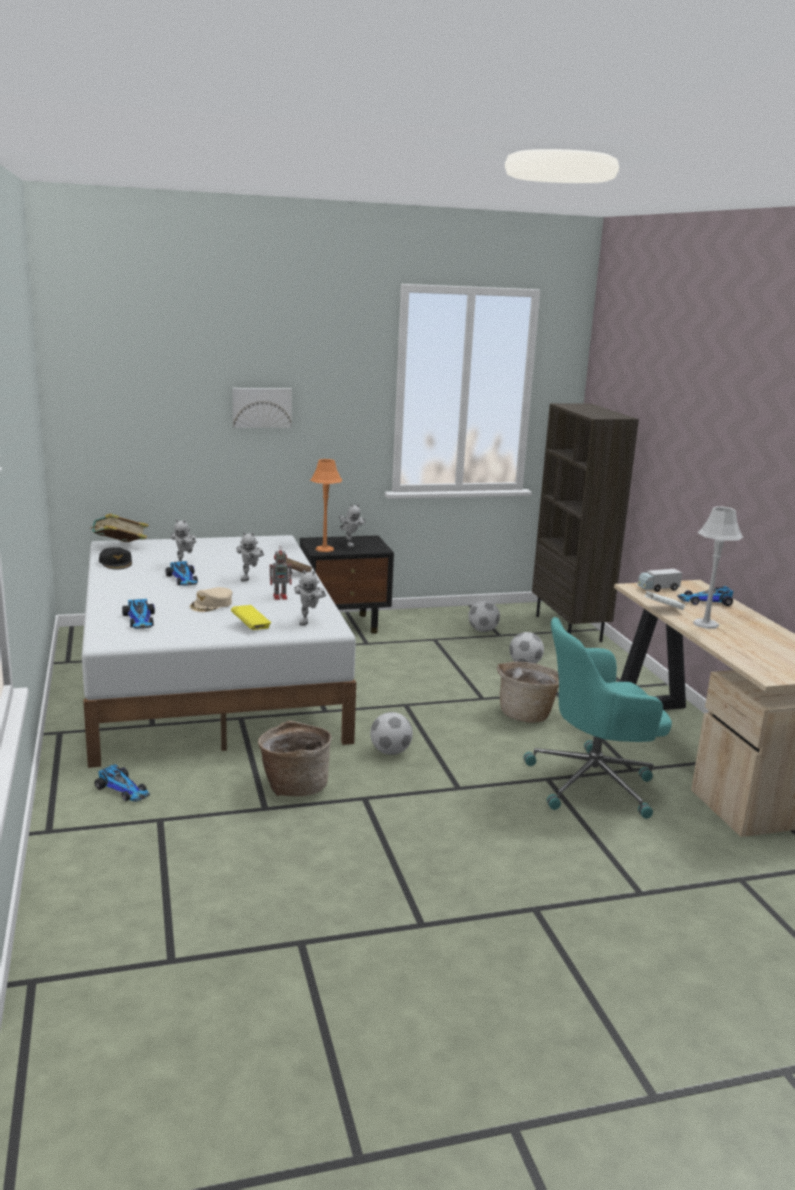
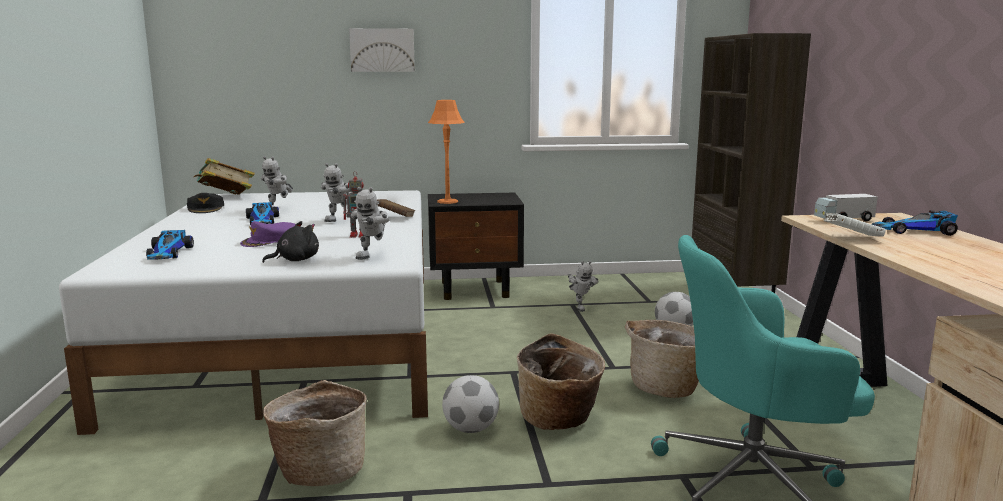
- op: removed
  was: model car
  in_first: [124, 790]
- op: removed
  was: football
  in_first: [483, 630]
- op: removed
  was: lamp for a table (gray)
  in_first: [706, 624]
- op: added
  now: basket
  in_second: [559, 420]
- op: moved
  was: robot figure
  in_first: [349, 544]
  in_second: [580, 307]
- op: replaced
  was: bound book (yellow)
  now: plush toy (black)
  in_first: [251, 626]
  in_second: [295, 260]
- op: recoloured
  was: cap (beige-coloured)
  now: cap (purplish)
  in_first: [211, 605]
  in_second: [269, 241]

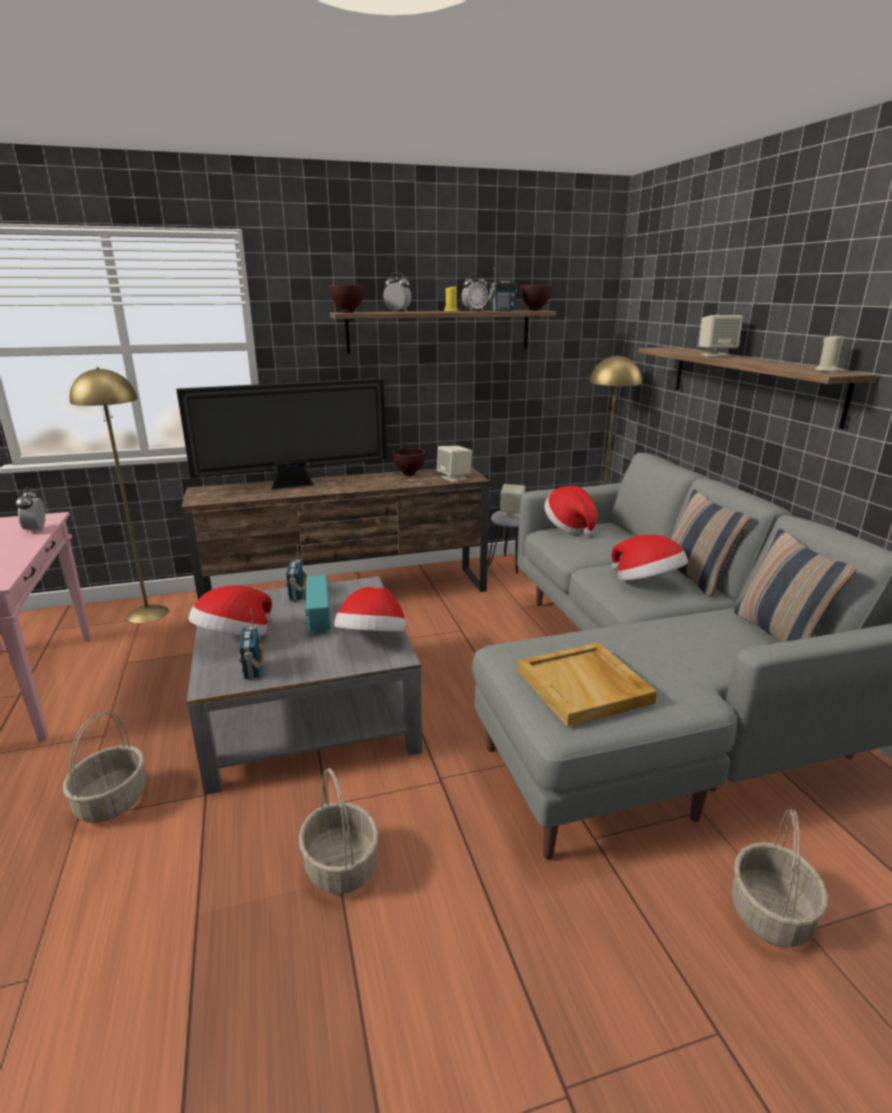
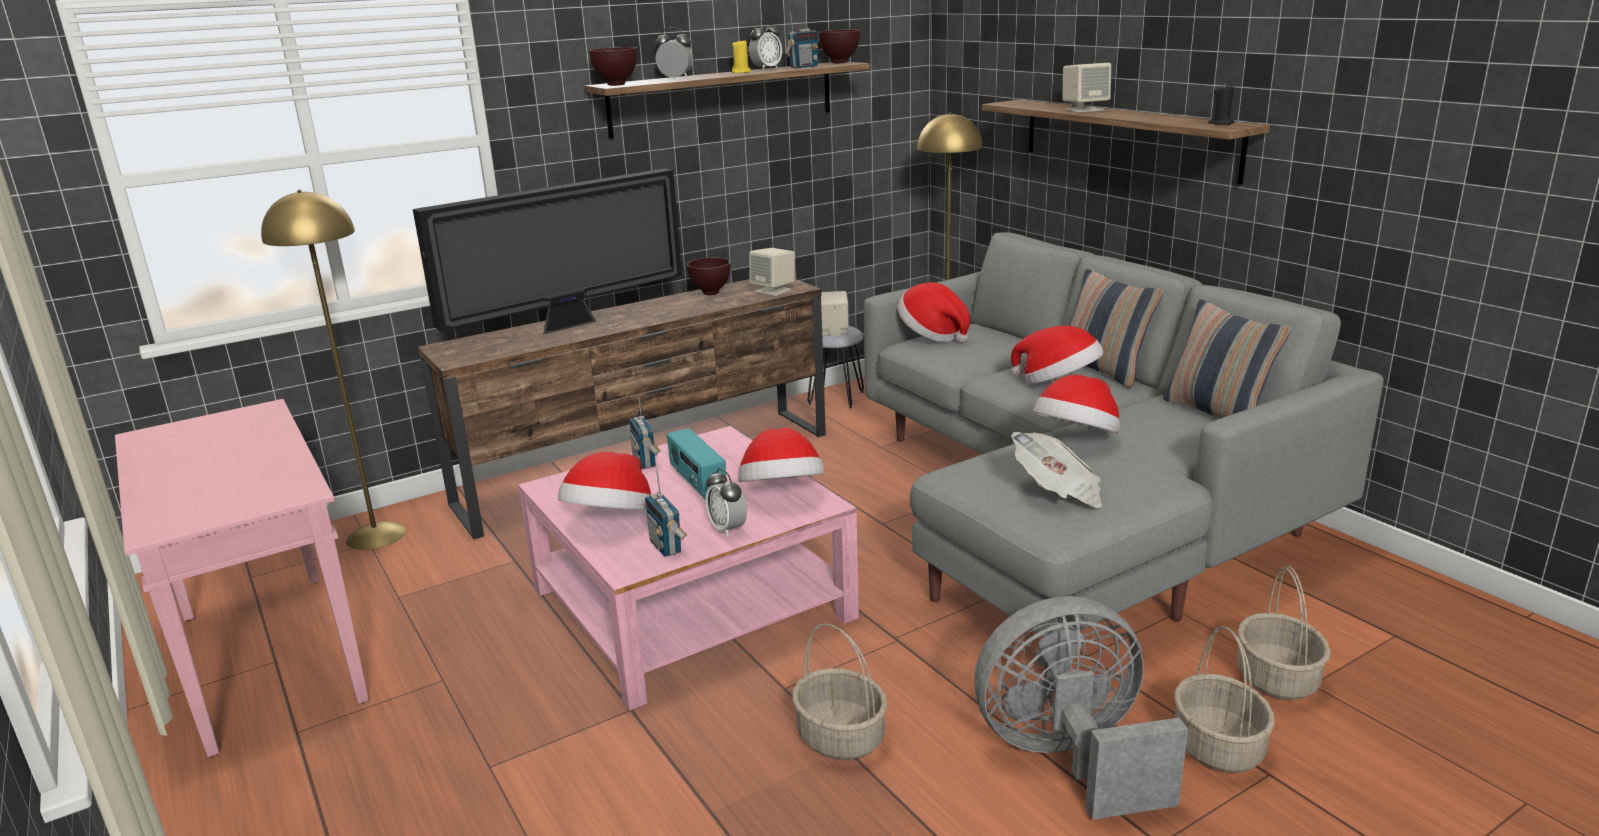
- op: added
  now: electric fan (gray)
  in_second: [1069, 759]
- op: added
  now: hat
  in_second: [1076, 439]
- op: moved
  was: bedside clock
  in_first: [36, 530]
  in_second: [727, 529]
- op: moved
  was: basket
  in_first: [112, 800]
  in_second: [1216, 746]
- op: replaced
  was: carrying tray (beige-coloured)
  now: printed paper
  in_first: [585, 687]
  in_second: [1058, 492]
- op: recoloured
  was: low table (gray)
  now: low table (pink-coloured)
  in_first: [308, 710]
  in_second: [691, 602]
- op: recoloured
  was: wax light (beige-coloured)
  now: wax light (black)
  in_first: [827, 370]
  in_second: [1221, 123]

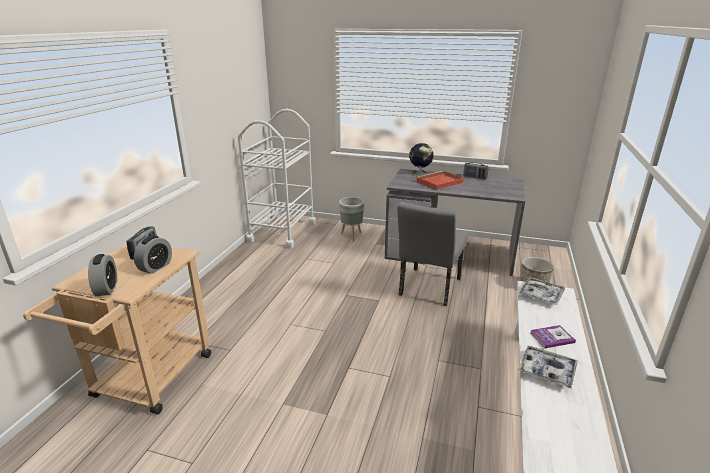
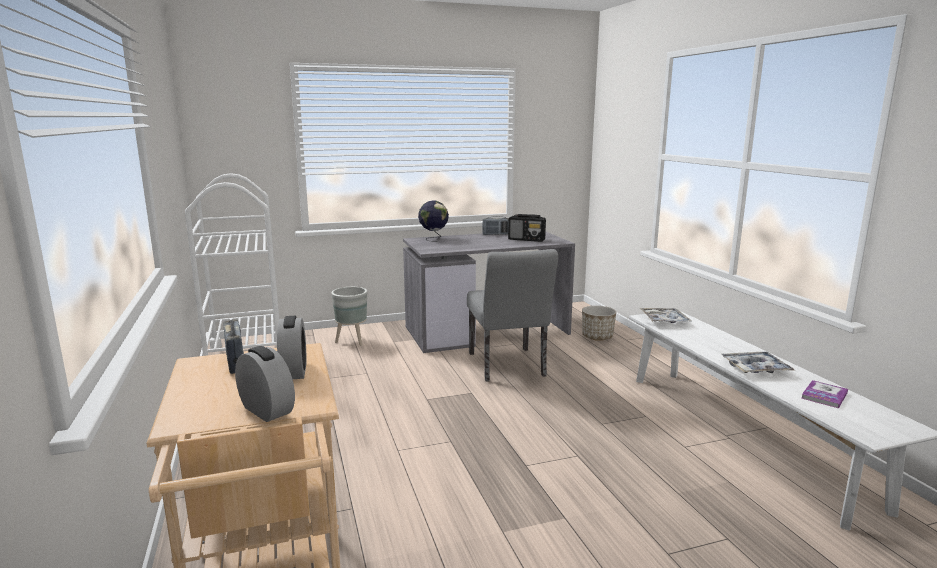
- op: removed
  was: carrying tray (reddish)
  in_first: [439, 182]
- op: added
  now: radio set
  in_second: [527, 240]
- op: moved
  was: bound book
  in_first: [552, 337]
  in_second: [824, 395]

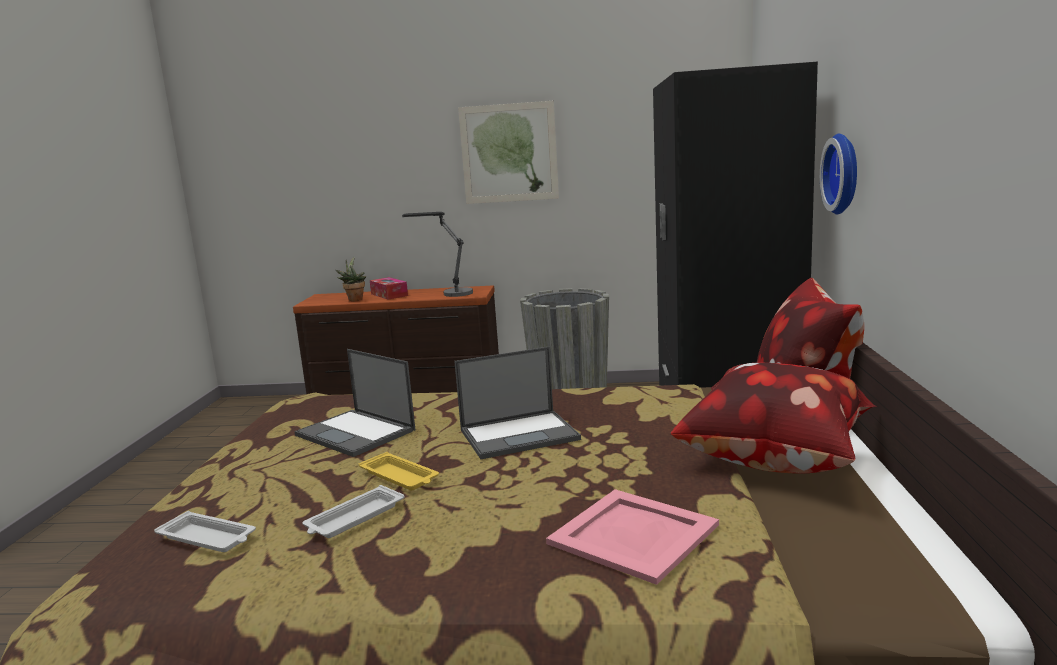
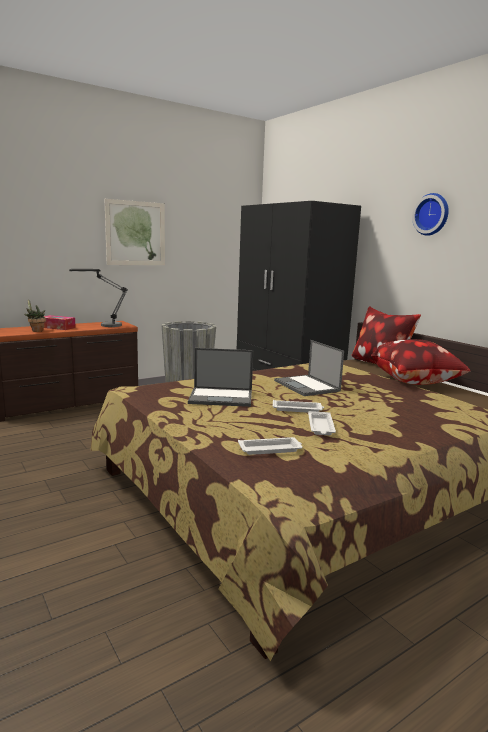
- op: removed
  was: carrying tray (pink-coloured)
  in_first: [633, 535]
- op: moved
  was: wall clock
  in_first: [845, 173]
  in_second: [432, 214]
- op: recoloured
  was: carrying tray (yellow)
  now: carrying tray (white-coloured)
  in_first: [400, 477]
  in_second: [298, 409]
- op: turned
  was: portable computer
  in_first: [520, 434]
  in_second: [307, 386]
  clockwise: 120

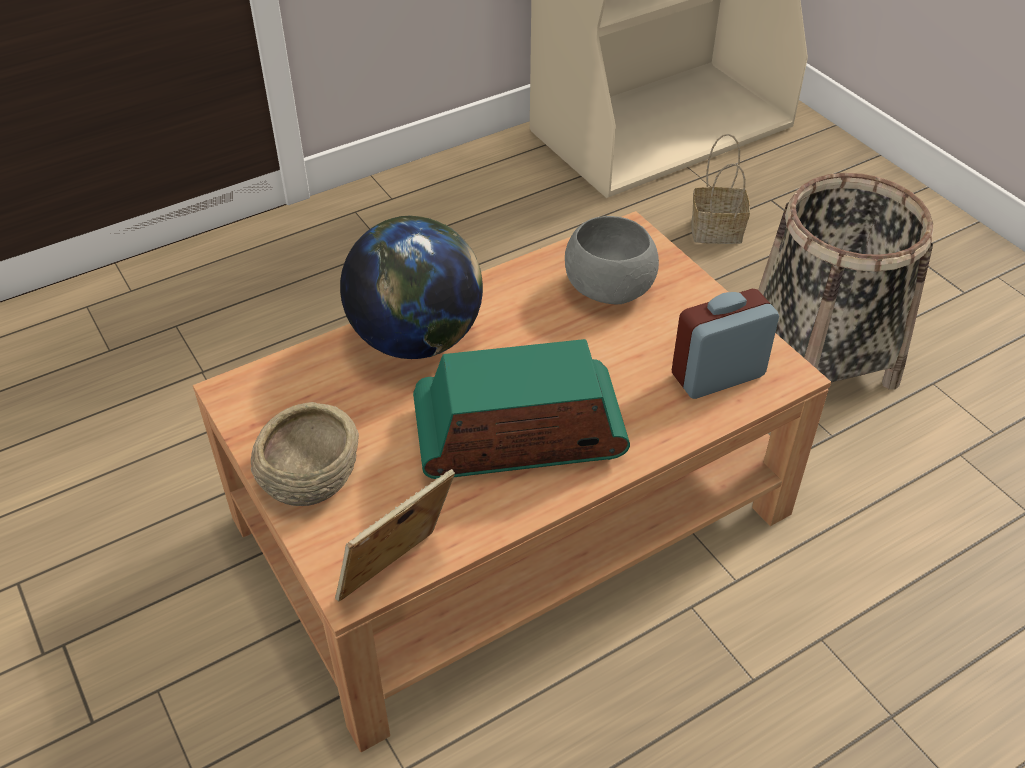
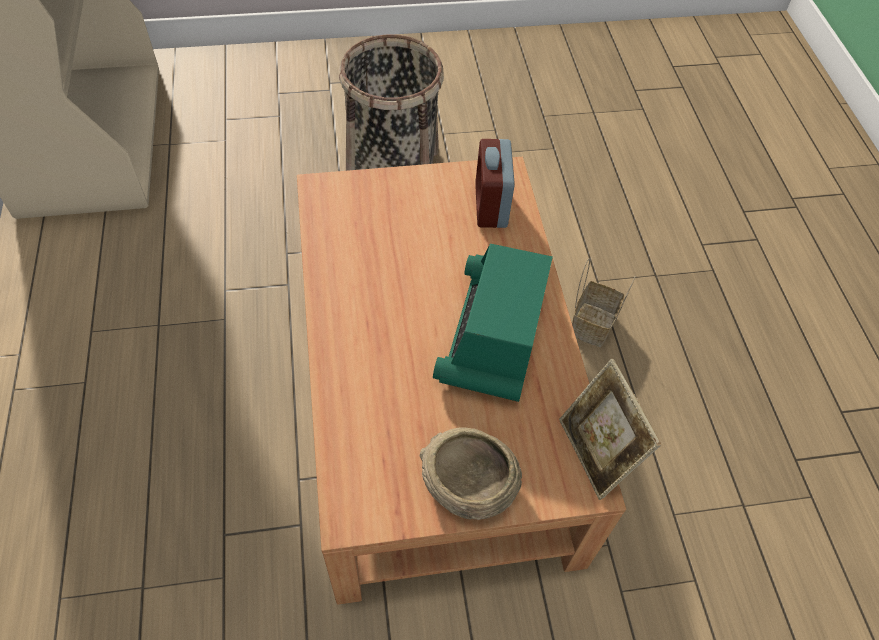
- op: removed
  was: globe
  in_first: [417, 340]
- op: removed
  was: deep dish (gray)
  in_first: [610, 289]
- op: moved
  was: basket
  in_first: [718, 230]
  in_second: [591, 323]

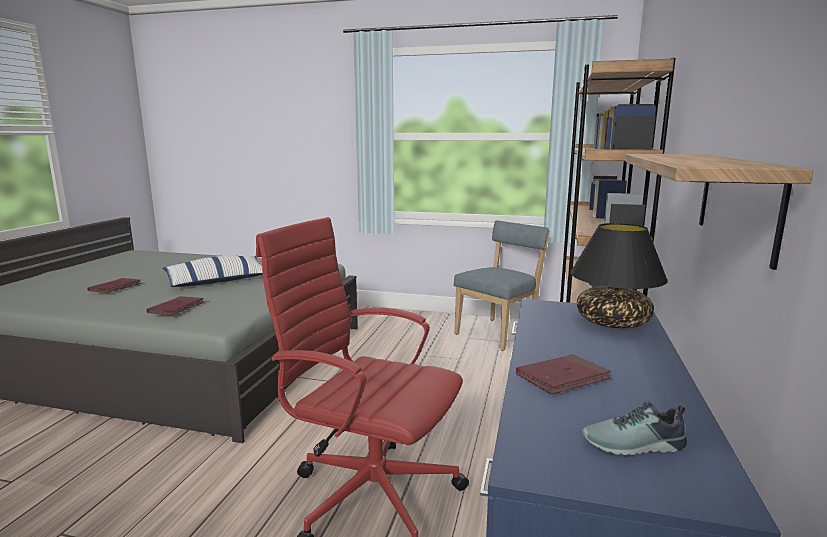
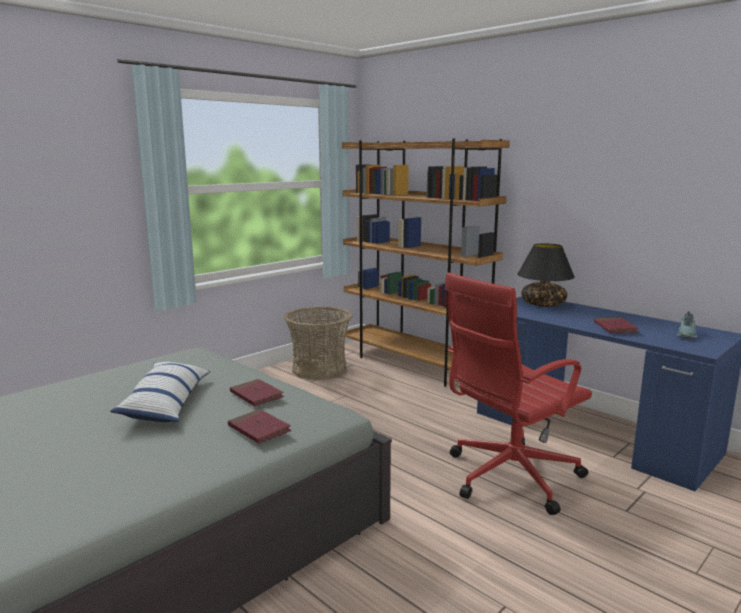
- op: removed
  was: wall shelf
  in_first: [737, 202]
- op: moved
  was: bound book (reddish)
  in_first: [115, 288]
  in_second: [256, 395]
- op: replaced
  was: chair (blue)
  now: basket
  in_first: [499, 333]
  in_second: [319, 369]

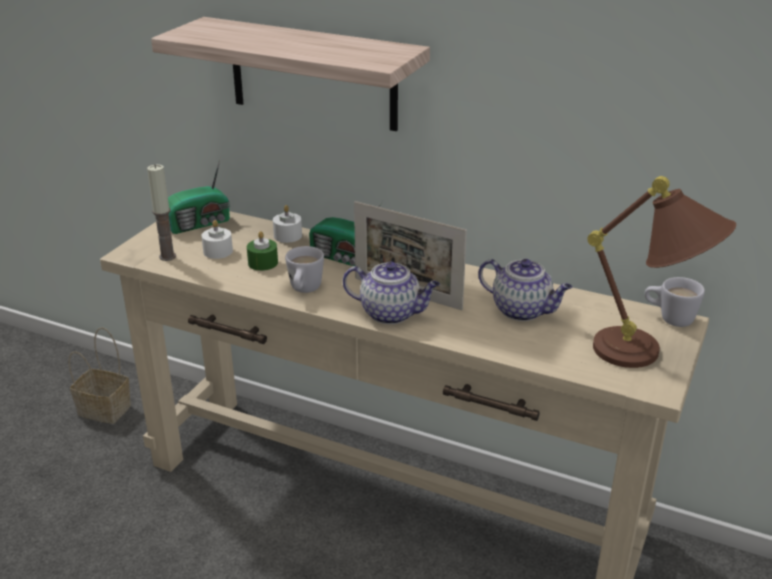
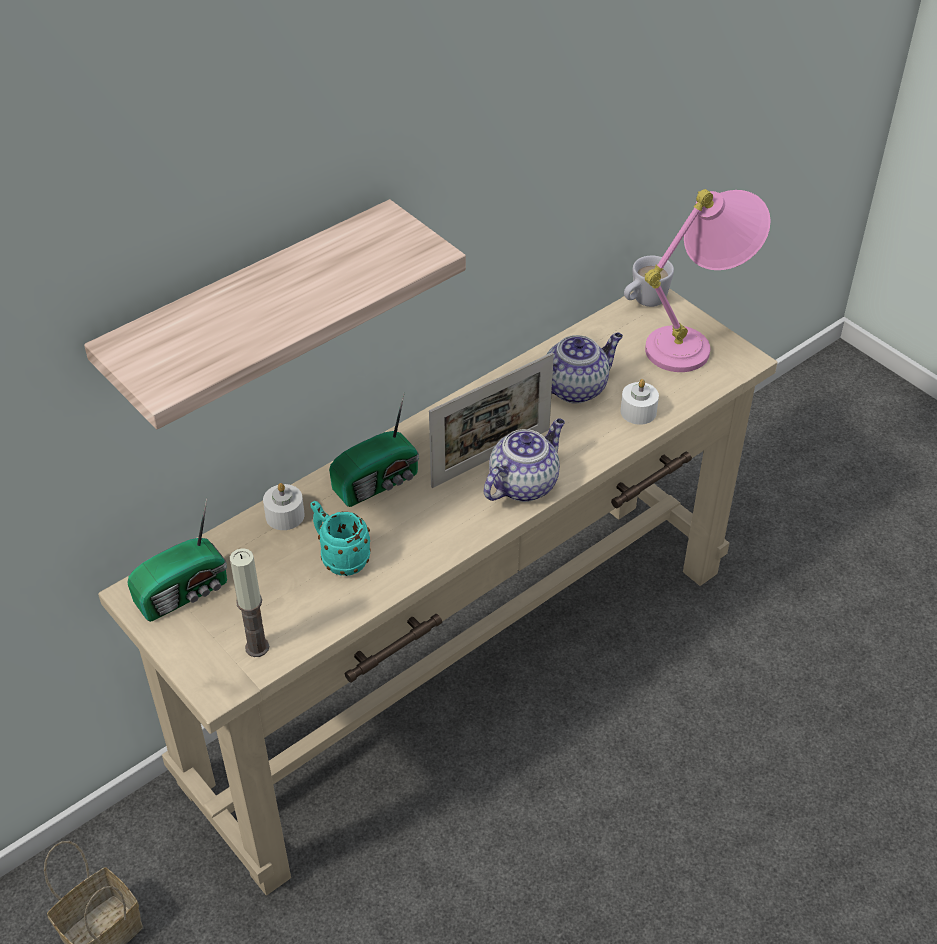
- op: removed
  was: tea mug (white-coloured)
  in_first: [304, 290]
- op: moved
  was: wax light (white-coloured)
  in_first: [218, 251]
  in_second: [638, 412]
- op: replaced
  was: wax light (green)
  now: tea mug (turquoise-coloured)
  in_first: [263, 263]
  in_second: [340, 558]
- op: recoloured
  was: lamp for a table (brown)
  now: lamp for a table (pink-coloured)
  in_first: [649, 357]
  in_second: [696, 342]
- op: turned
  was: radio set
  in_first: [200, 224]
  in_second: [185, 592]
  clockwise: 60

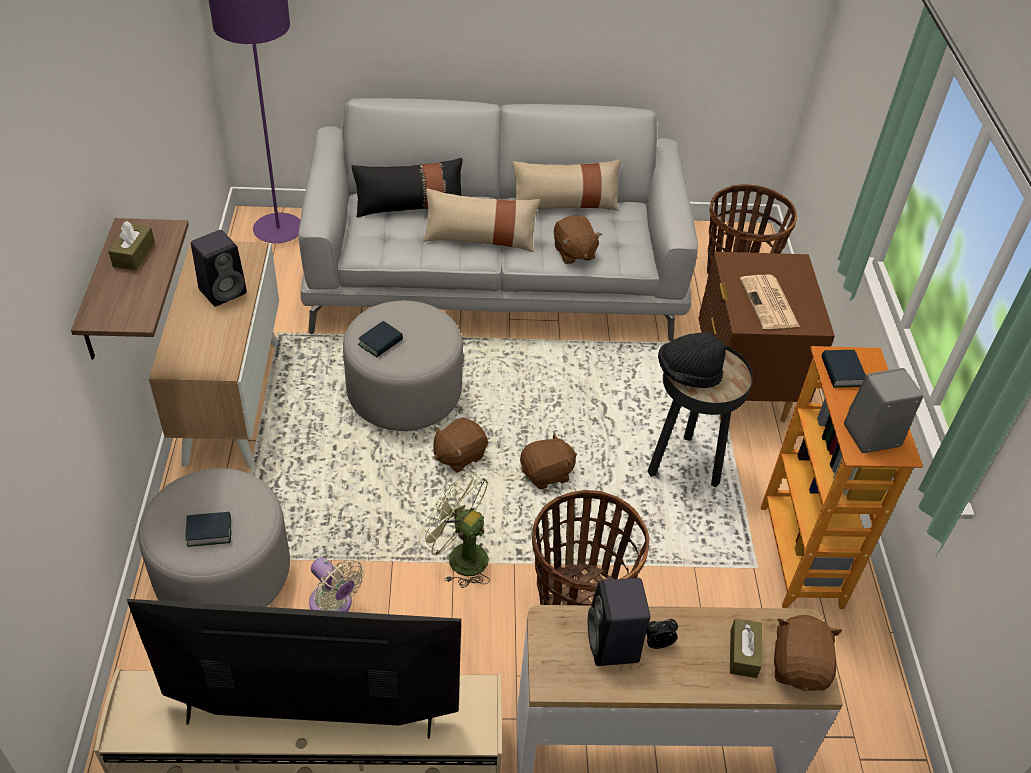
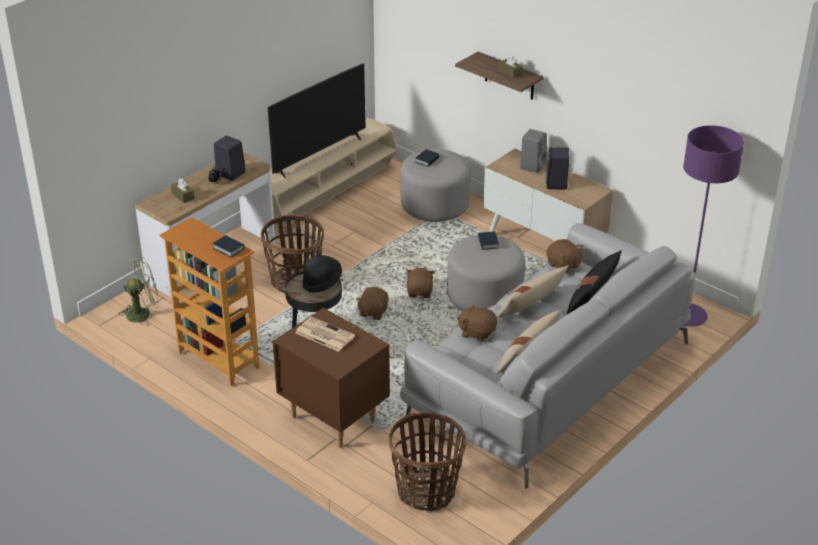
- op: removed
  was: electric fan (beige-coloured)
  in_first: [333, 605]
- op: moved
  was: electric fan (green)
  in_first: [459, 556]
  in_second: [143, 314]
- op: moved
  was: plush toy (brown)
  in_first: [799, 667]
  in_second: [563, 265]
- op: moved
  was: loudspeaker (gray)
  in_first: [870, 436]
  in_second: [533, 166]

